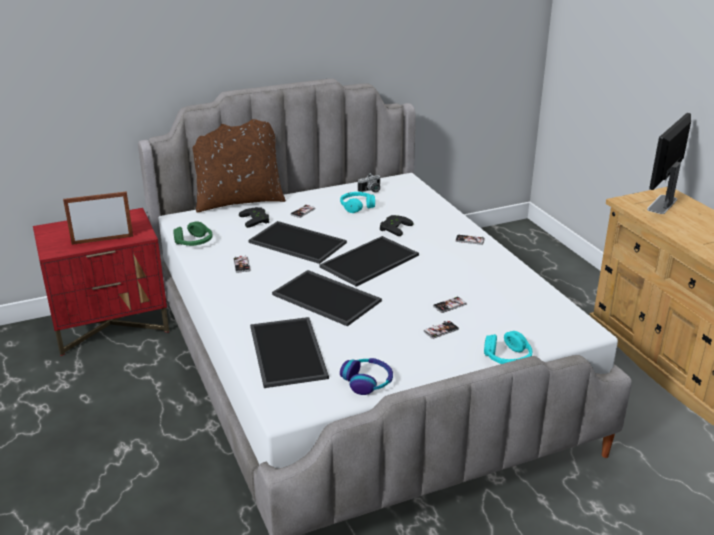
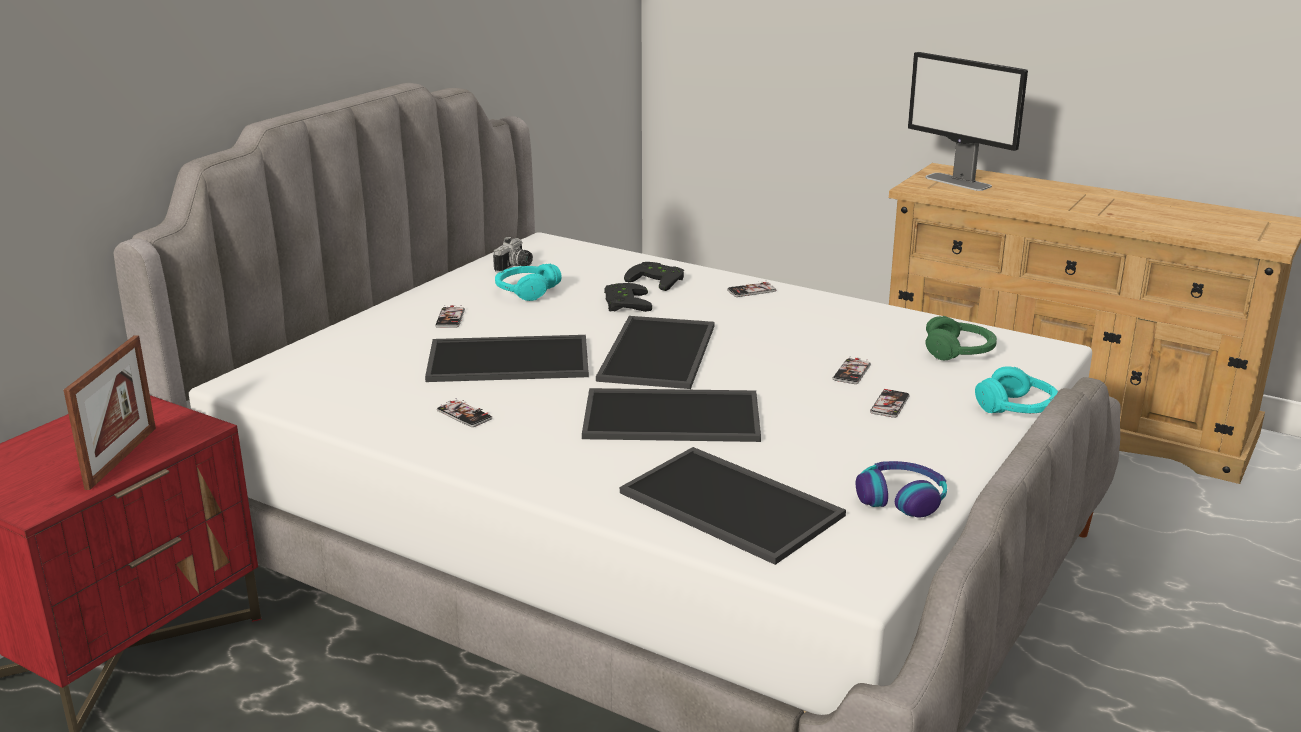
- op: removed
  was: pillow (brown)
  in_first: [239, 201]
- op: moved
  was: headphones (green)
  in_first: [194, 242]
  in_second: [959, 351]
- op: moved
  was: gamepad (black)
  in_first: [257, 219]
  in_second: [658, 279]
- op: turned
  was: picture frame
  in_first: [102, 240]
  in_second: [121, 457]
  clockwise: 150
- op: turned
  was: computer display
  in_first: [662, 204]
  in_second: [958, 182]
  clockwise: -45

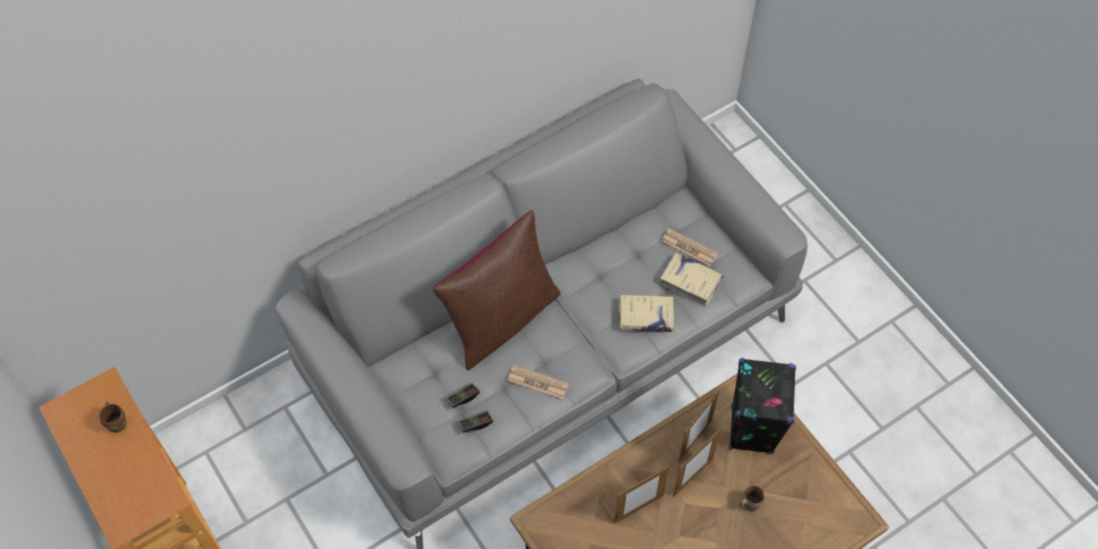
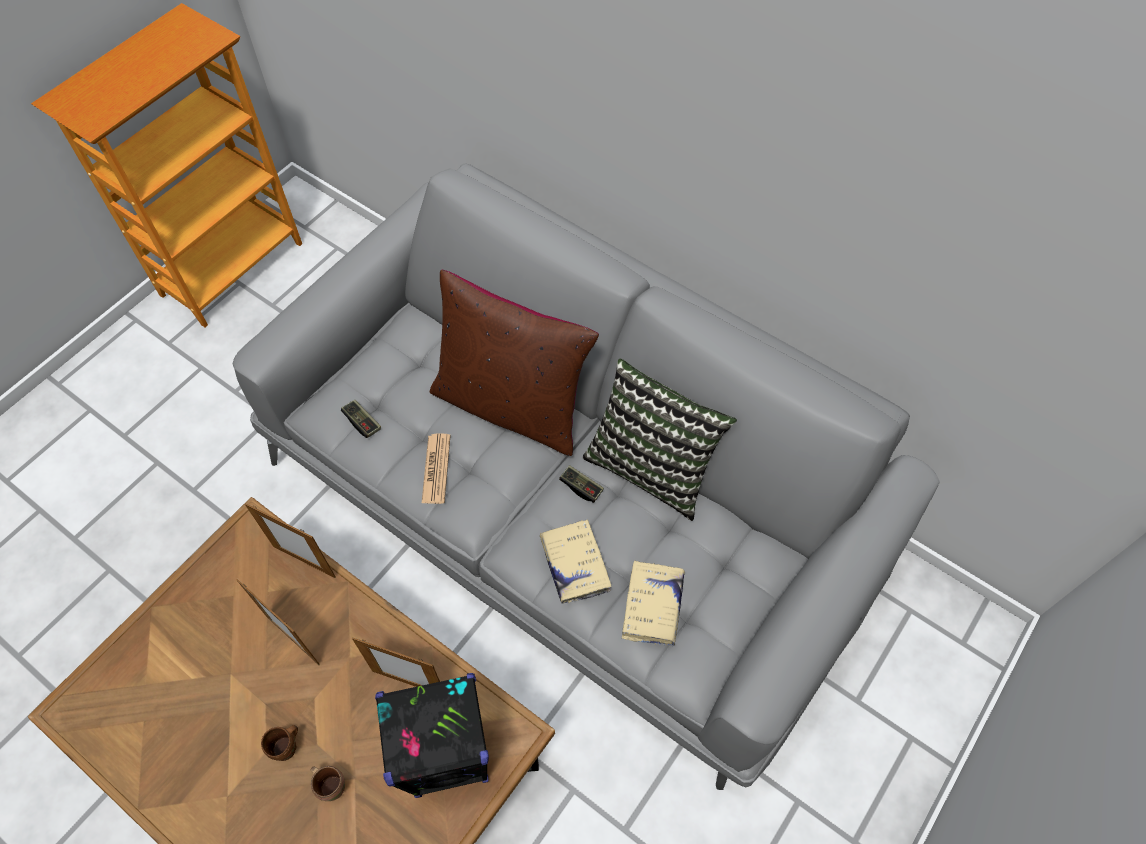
- op: removed
  was: printed paper
  in_first: [689, 247]
- op: added
  now: pillow
  in_second: [651, 466]
- op: moved
  was: tea mug (brown)
  in_first: [118, 423]
  in_second: [287, 748]
- op: moved
  was: gamepad
  in_first: [462, 397]
  in_second: [581, 487]
- op: moved
  was: picture frame
  in_first: [693, 477]
  in_second: [304, 561]

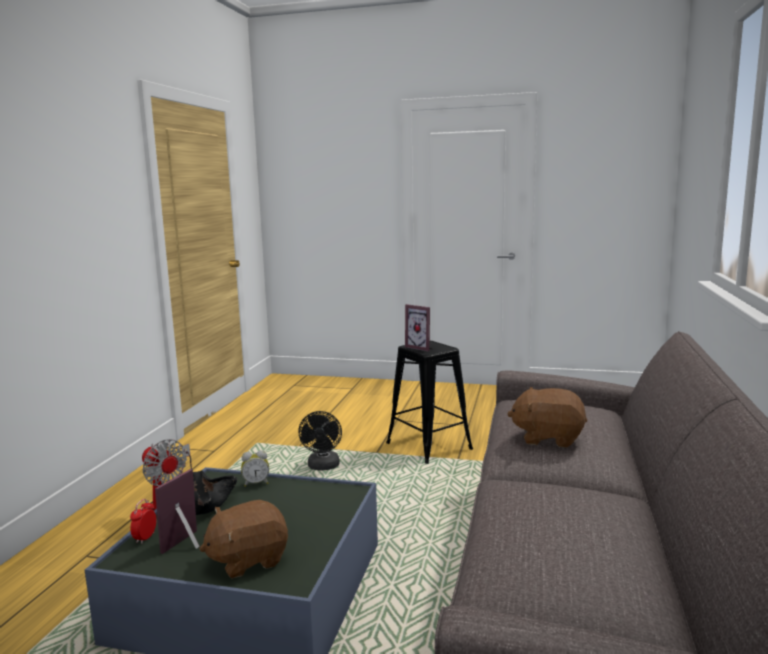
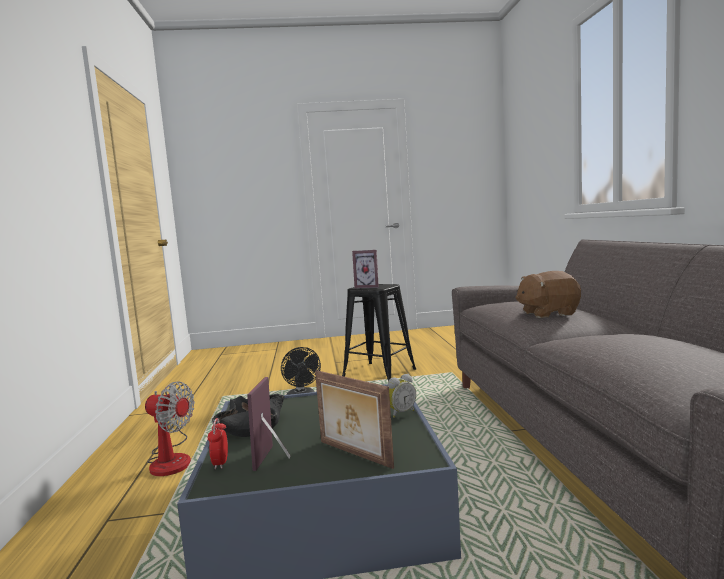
- op: moved
  was: bedside clock
  in_first: [256, 483]
  in_second: [400, 413]
- op: replaced
  was: plush toy (brown)
  now: picture frame
  in_first: [248, 559]
  in_second: [353, 454]

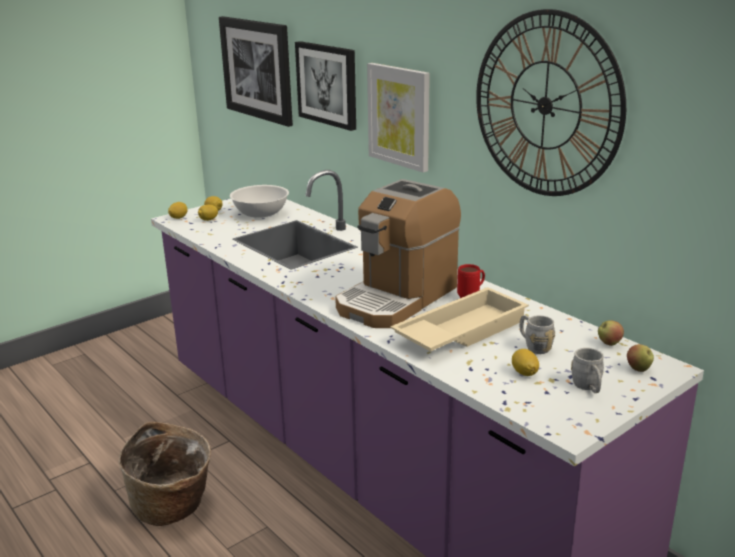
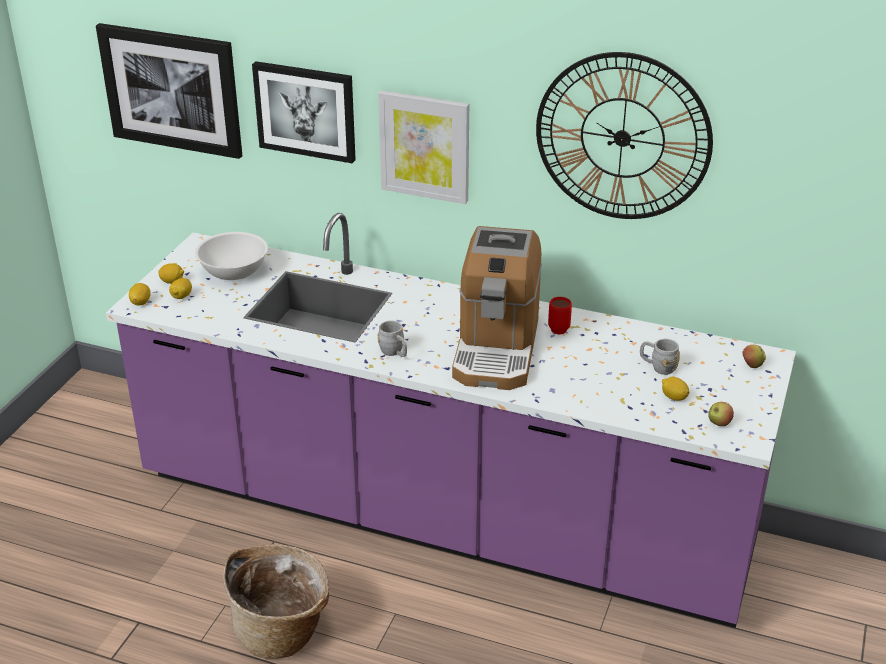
- op: removed
  was: carrying tray (beige-coloured)
  in_first: [460, 330]
- op: moved
  was: tea mug (gray)
  in_first: [588, 387]
  in_second: [394, 353]
- op: moved
  was: whole apple
  in_first: [609, 343]
  in_second: [719, 423]

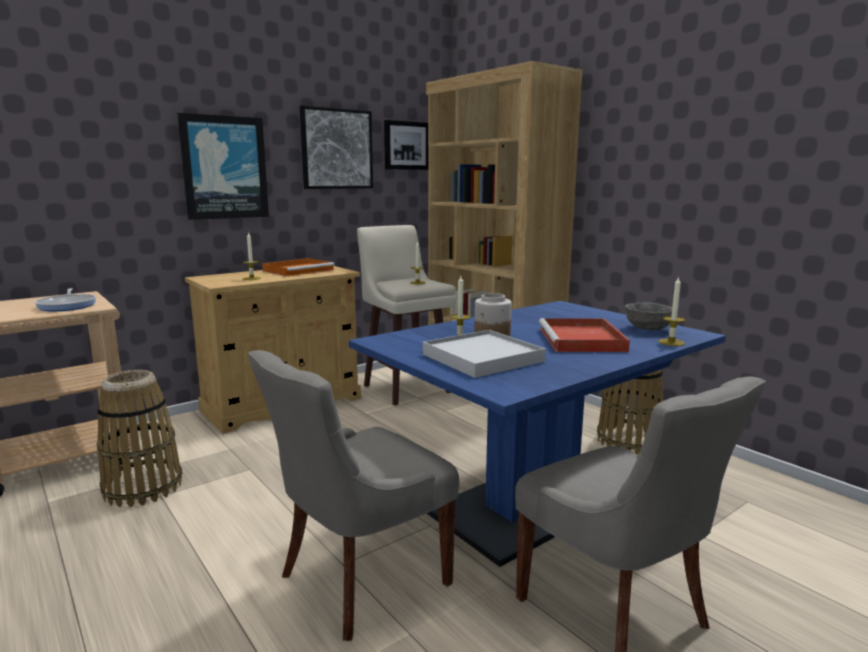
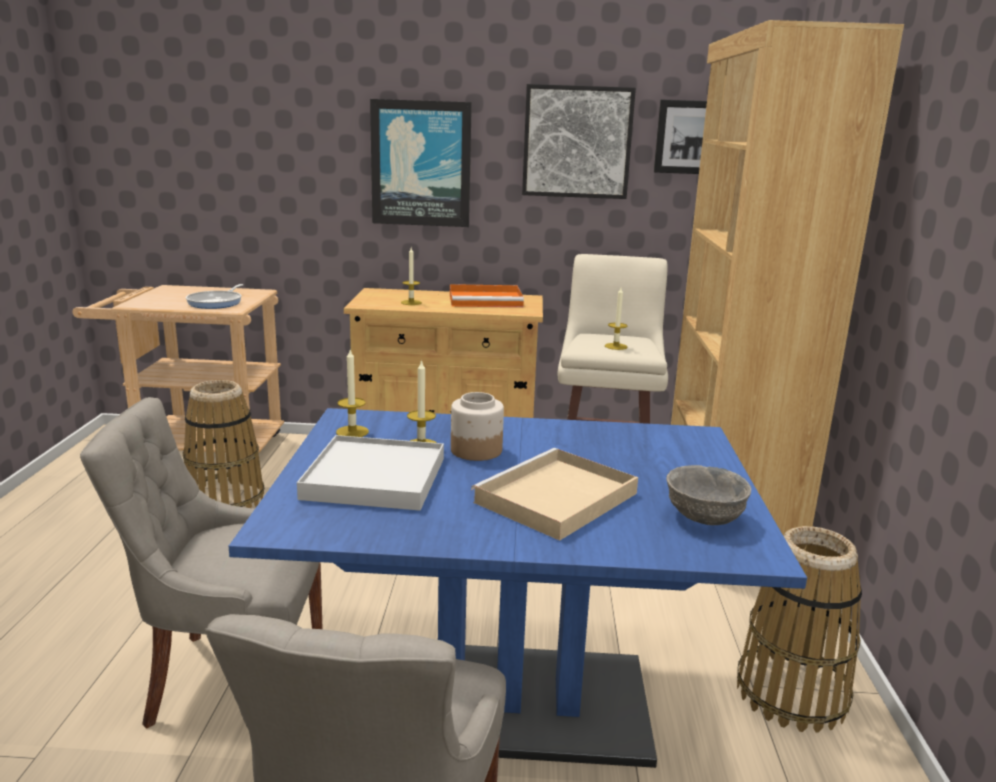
- op: moved
  was: wax light
  in_first: [671, 342]
  in_second: [352, 432]
- op: recoloured
  was: carrying tray (reddish)
  now: carrying tray (beige-coloured)
  in_first: [582, 340]
  in_second: [555, 499]

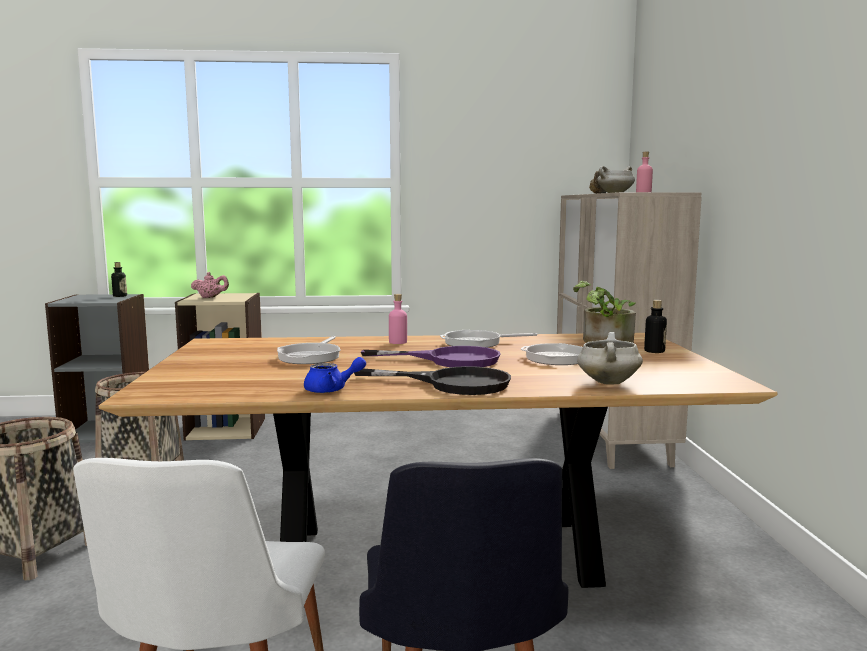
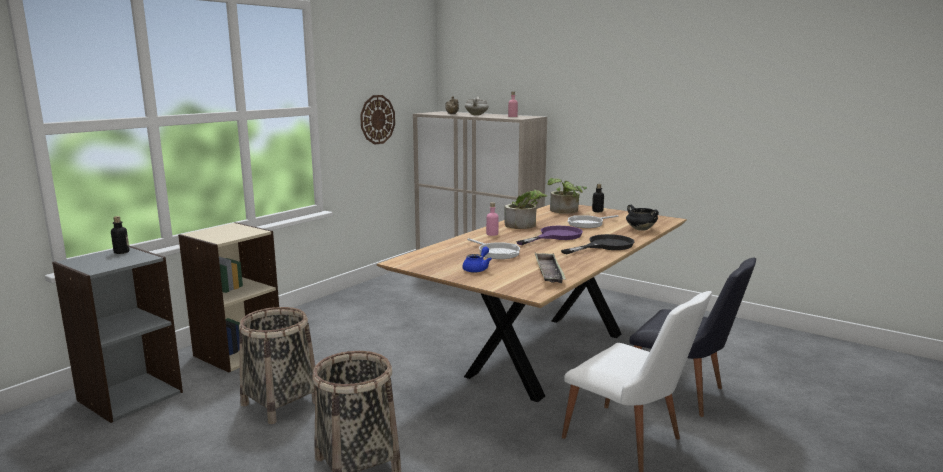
- op: removed
  was: teapot (pink-coloured)
  in_first: [210, 297]
- op: added
  now: wall clock
  in_second: [377, 119]
- op: added
  now: carrying tray
  in_second: [549, 272]
- op: moved
  was: teapot (blue)
  in_first: [331, 390]
  in_second: [477, 269]
- op: replaced
  was: pan
  now: potted plant
  in_first: [477, 343]
  in_second: [524, 225]
- op: recoloured
  was: stockpot (white-coloured)
  now: stockpot (black)
  in_first: [607, 382]
  in_second: [640, 229]

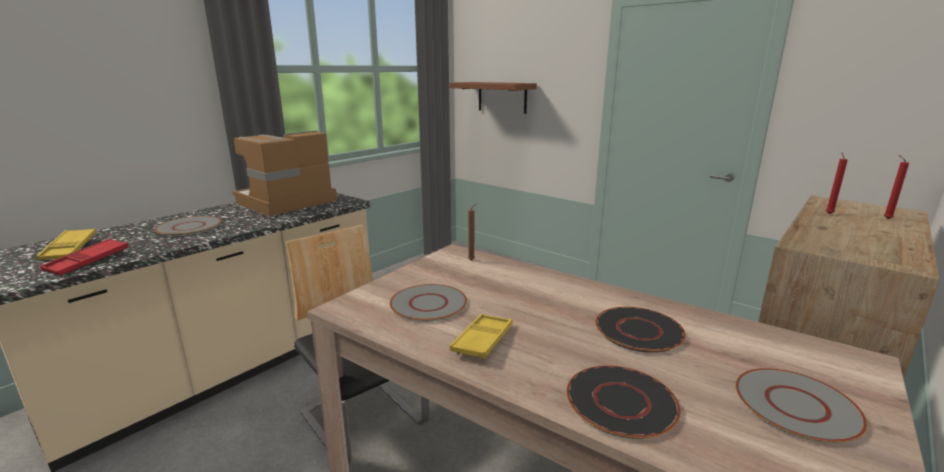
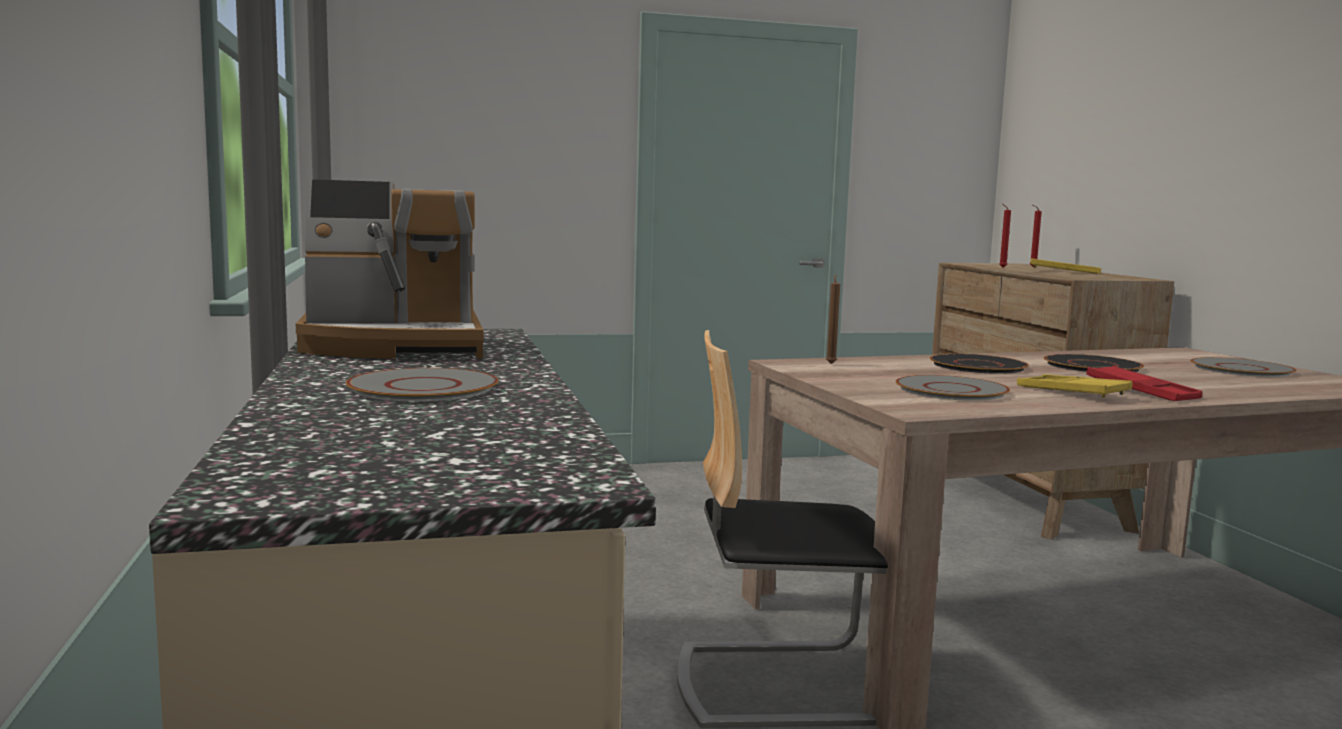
- op: removed
  was: wall shelf (brown)
  in_first: [502, 97]
- op: moved
  was: carrying tray (yellow)
  in_first: [69, 249]
  in_second: [1064, 272]
- op: moved
  was: carrying tray (reddish)
  in_first: [88, 261]
  in_second: [1141, 391]
- op: moved
  was: dinner plate (black)
  in_first: [620, 401]
  in_second: [977, 366]
- op: turned
  was: coffee maker
  in_first: [286, 202]
  in_second: [396, 346]
  clockwise: -90

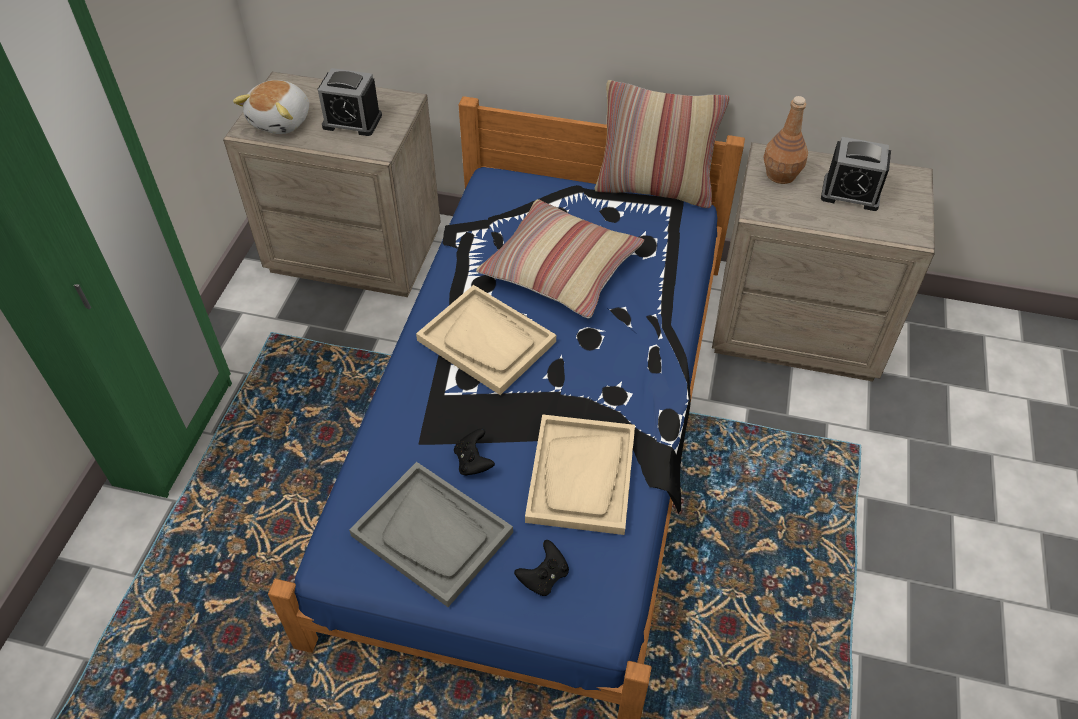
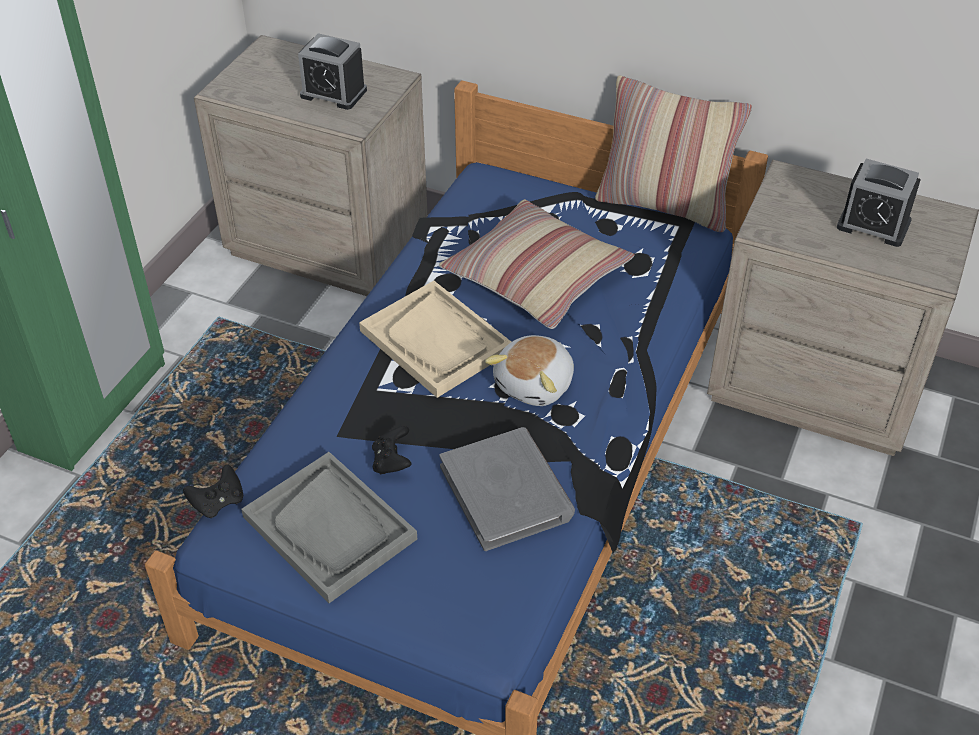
- op: removed
  was: beverage bottle (brown)
  in_first: [780, 174]
- op: moved
  was: plush toy
  in_first: [282, 121]
  in_second: [536, 384]
- op: moved
  was: gamepad (black)
  in_first: [543, 577]
  in_second: [218, 503]
- op: replaced
  was: carrying tray (beige-coloured)
  now: bound book (gray)
  in_first: [581, 476]
  in_second: [506, 492]

